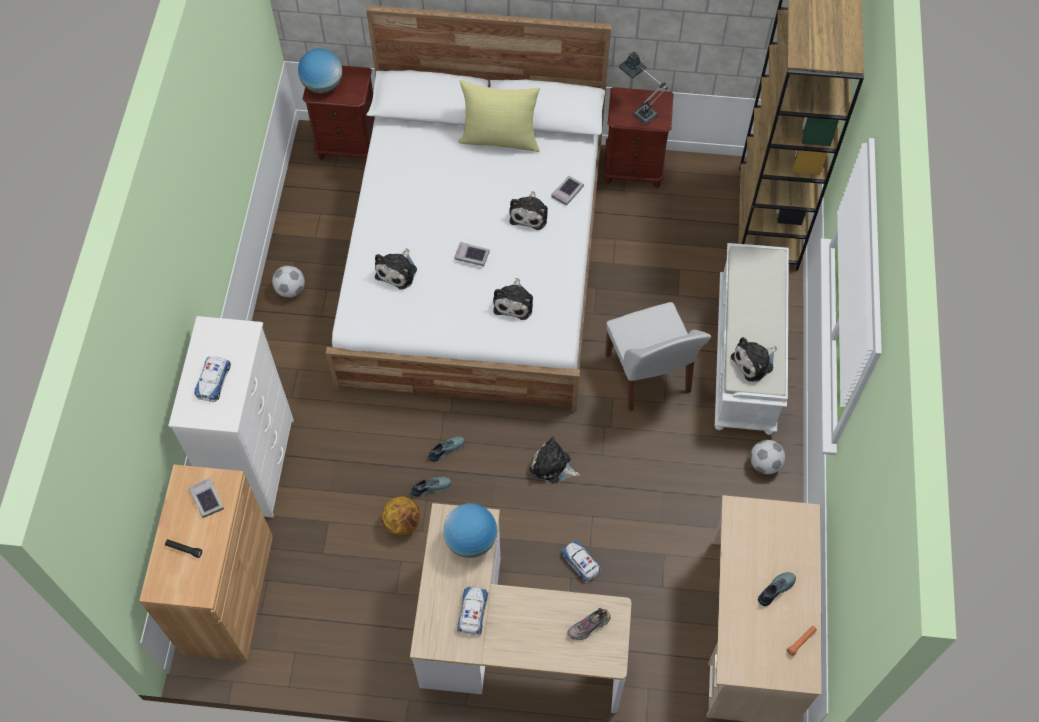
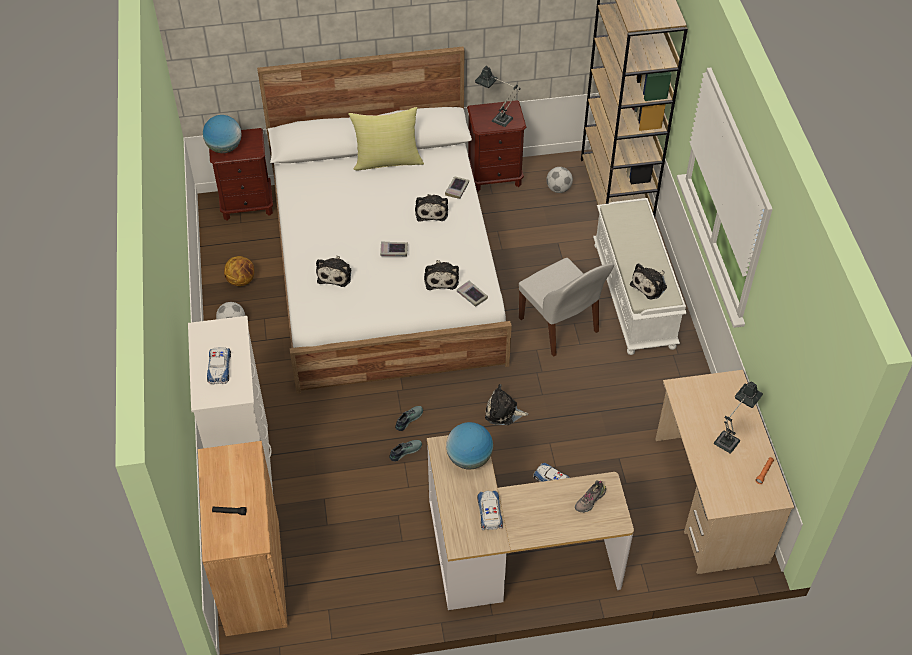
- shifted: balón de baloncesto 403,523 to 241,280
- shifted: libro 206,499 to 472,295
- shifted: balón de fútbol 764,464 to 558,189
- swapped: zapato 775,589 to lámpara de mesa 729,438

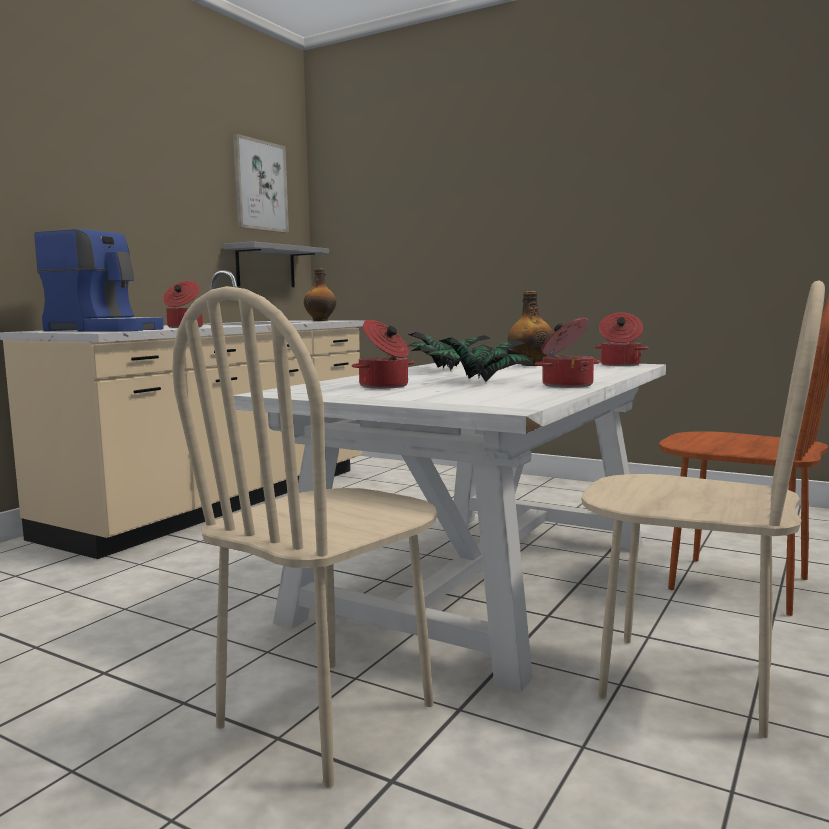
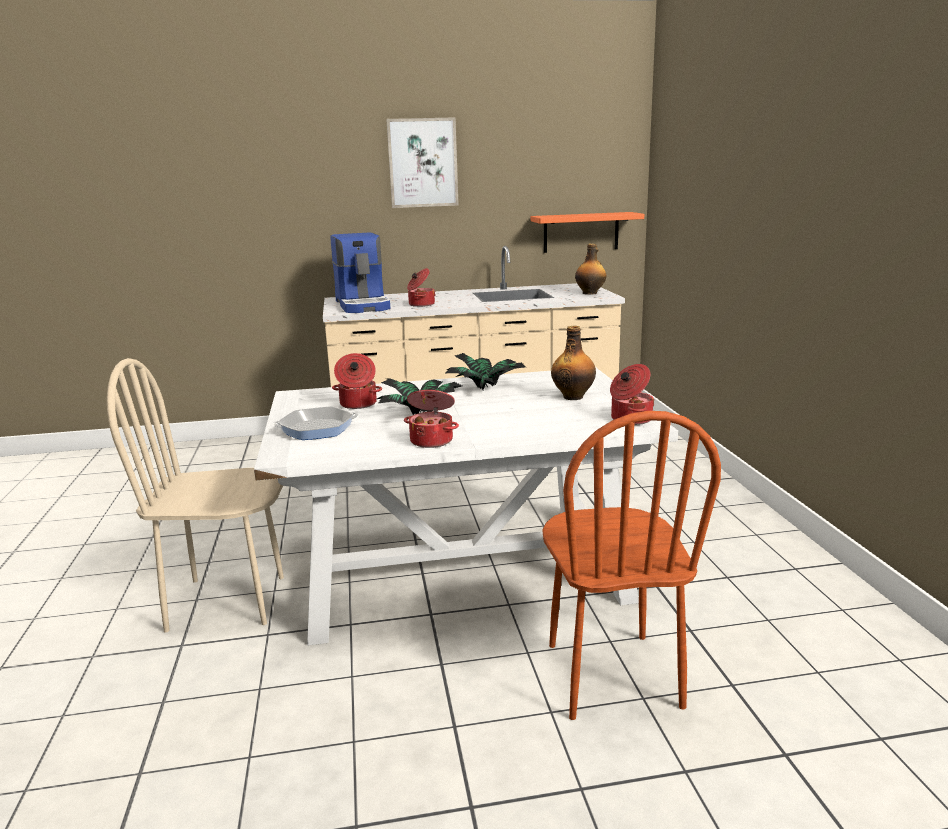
- new: sartén 317,429
- shifted: cuadro 260,186 to 423,163
- repainted: estante [gris] 265,267 to estante [naranja] 581,232
- gone: silla [beis] 687,682

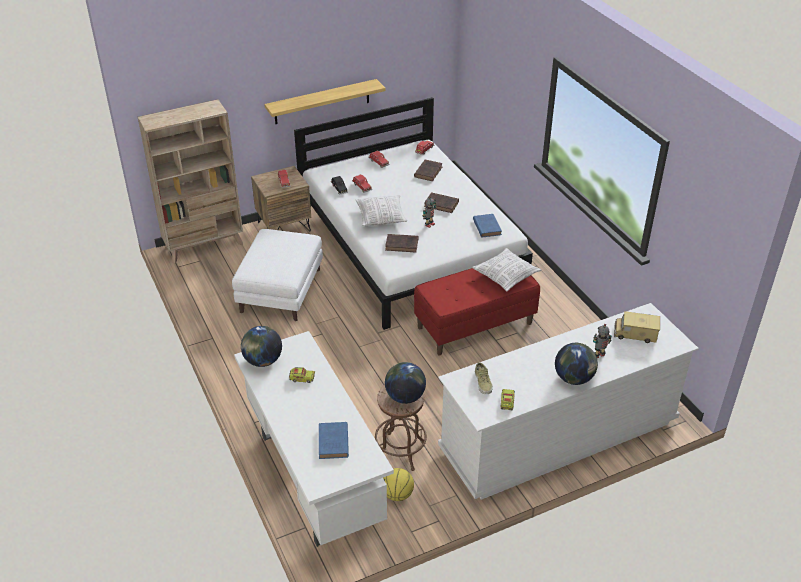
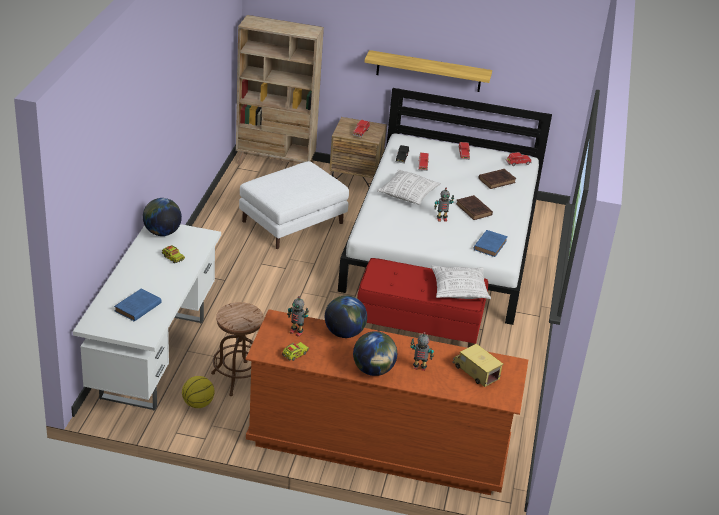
- repainted: cómoda [blanco] 558,436 to cómoda [marrón] 379,444
- swapped: zapato [beis] 483,382 to robot de juguete 296,332
- shifted: globo terráqueo 405,396 to 344,333
- gone: libro [marrón] 402,245

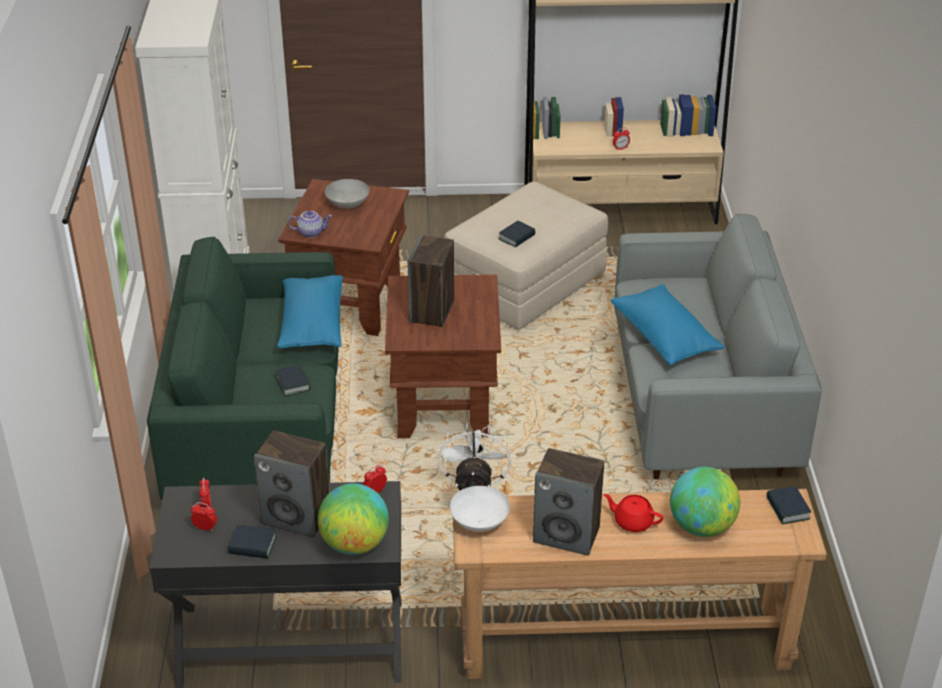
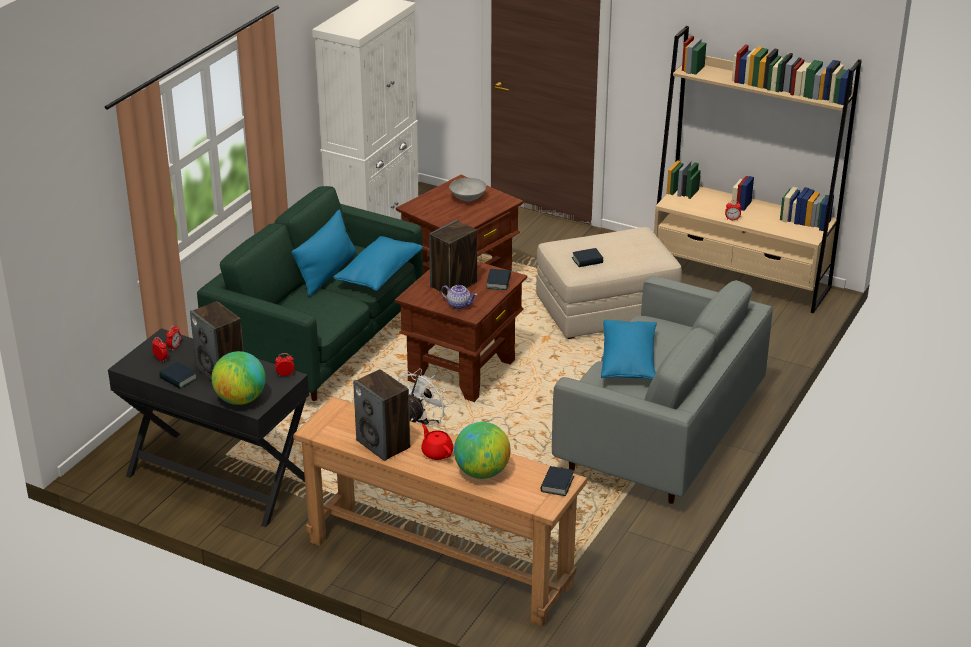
- new: cojín [azul] 327,273
- shifted: tetera 311,232 to 459,305
- shifted: libro 293,383 to 498,282
- gone: cuenco [blanco] 479,522

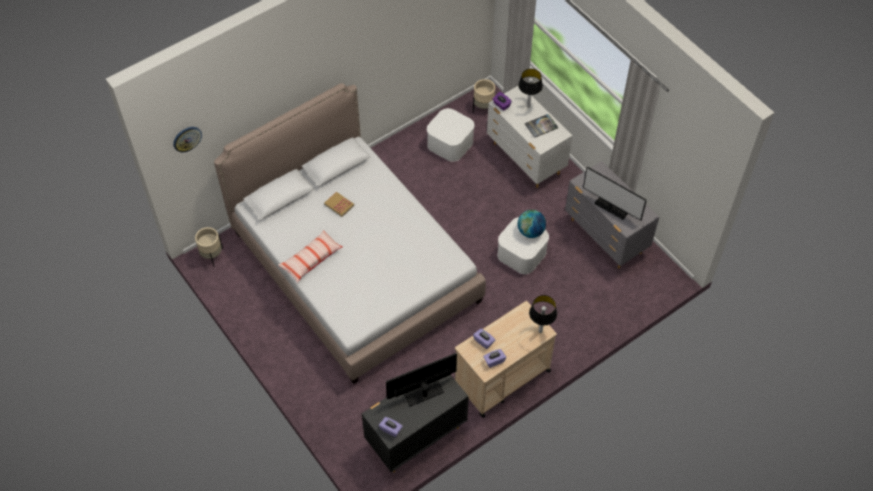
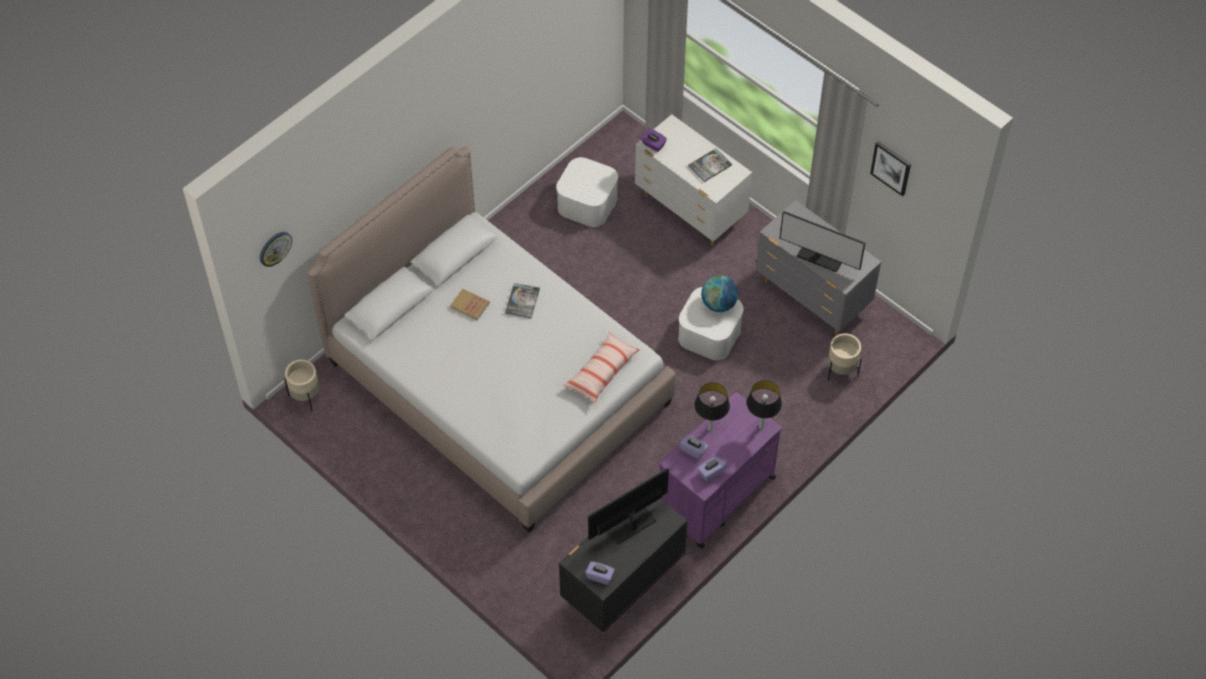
- new: libro 522,301
- shifted: cojín 311,259 to 601,372
- repainted: carrito [beis] 501,378 to carrito [morado] 715,496
- shifted: lámpara de mesa 528,106 to 710,429
- shifted: maceta [beis] 483,108 to 841,370
- new: cuadro 891,167

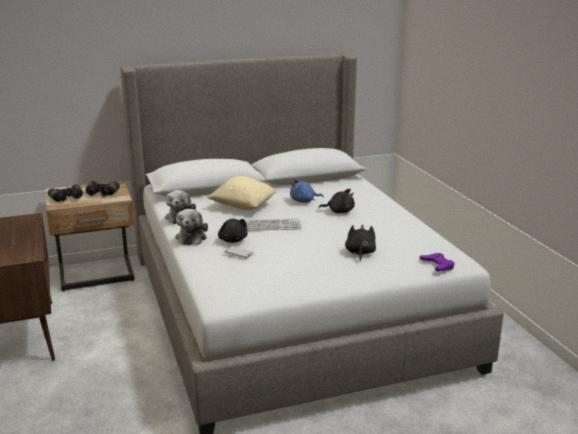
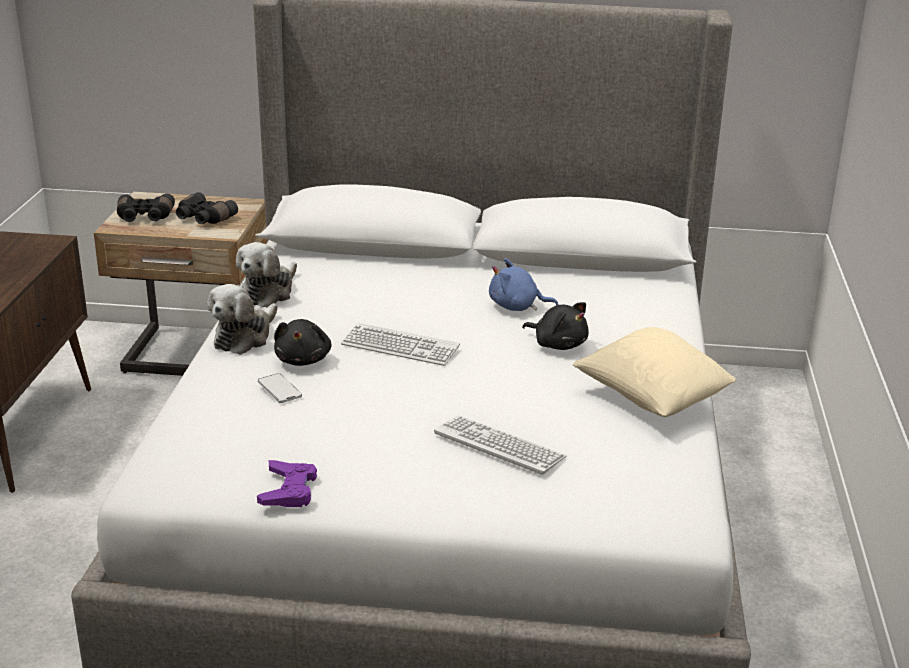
- shifted: mando de consola [morado] 437,265 to 288,490
- swapped: peluche [negro] 360,253 to teclado 499,446
- shifted: cojín [beis] 243,206 to 651,399

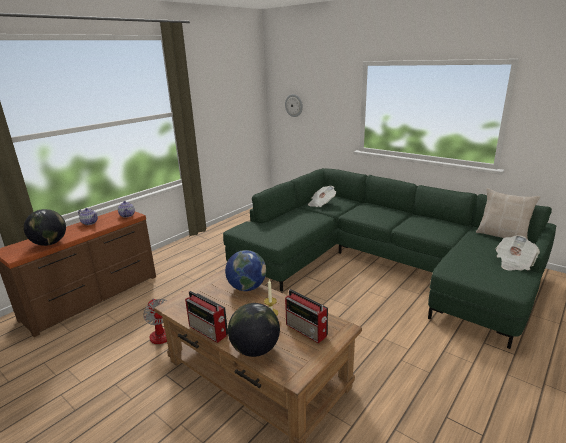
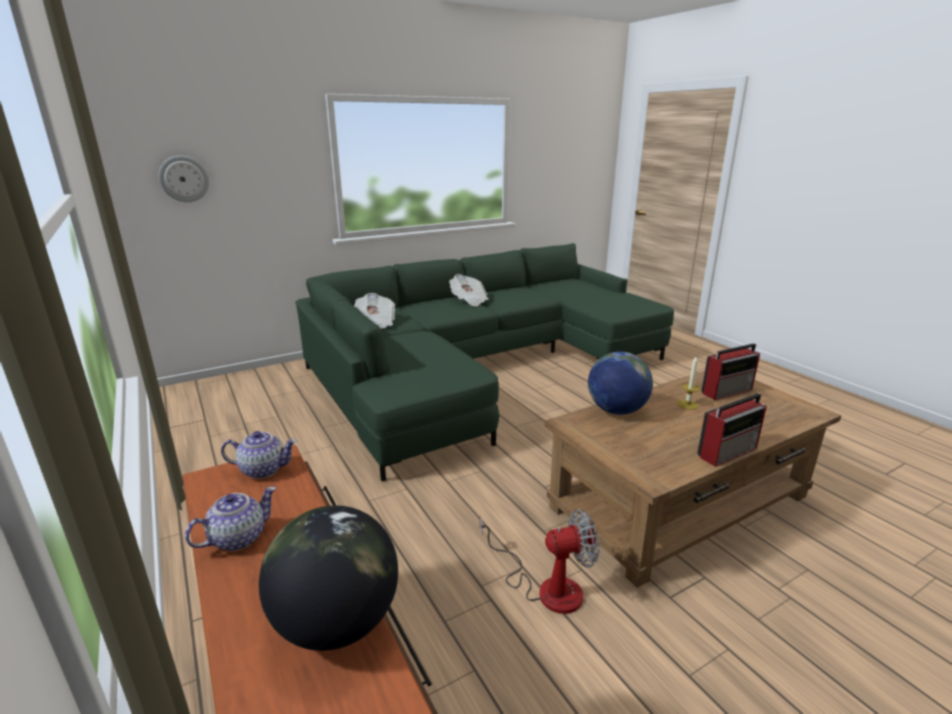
- shifted: periódico 513,263 to 469,300
- gone: globo terráqueo 255,349
- gone: cojín [beis] 502,235

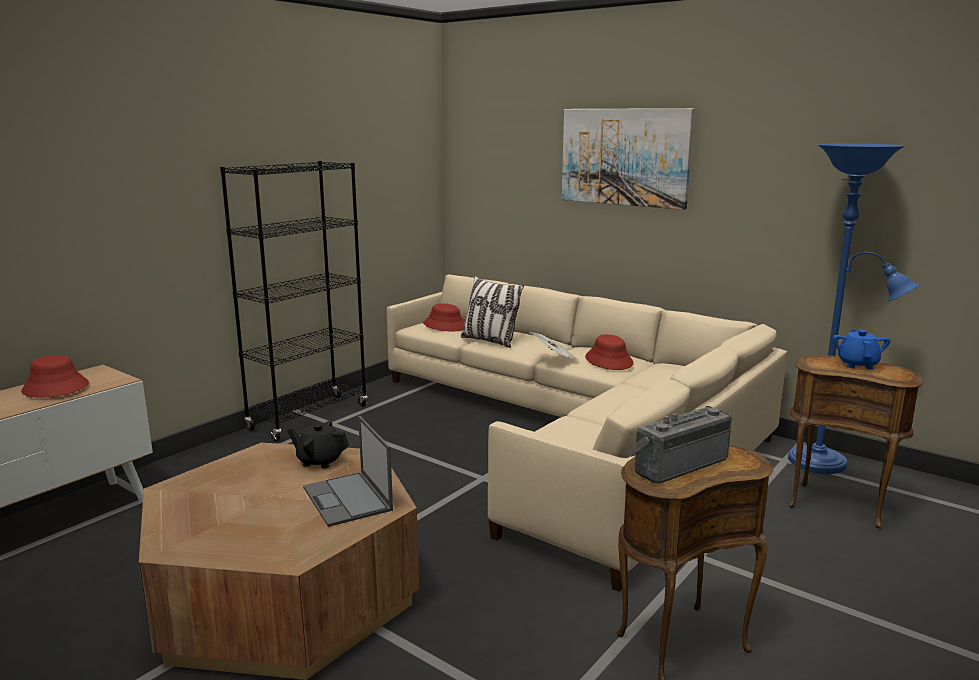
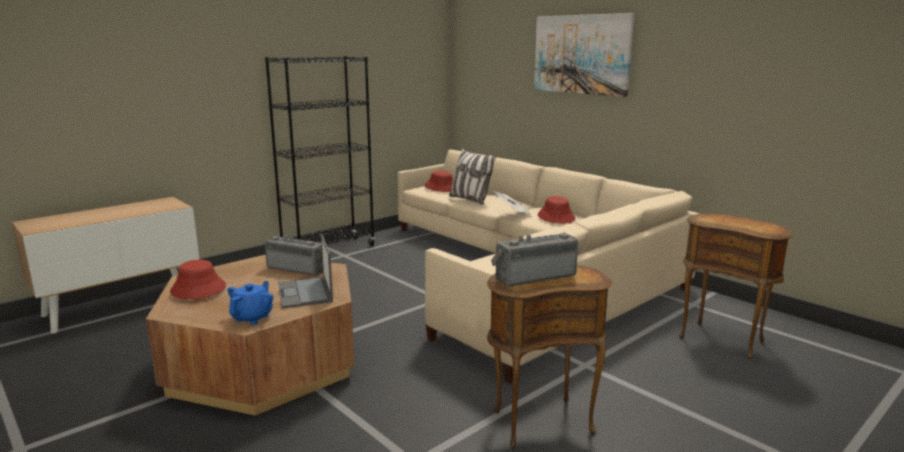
- shifted: sombrero [rojo] 55,388 to 198,289
- shifted: tetera [azul] 857,364 to 252,317
- swapped: tetera [negro] 319,461 to radio 298,268
- gone: lámpara de pie [azul] 825,464

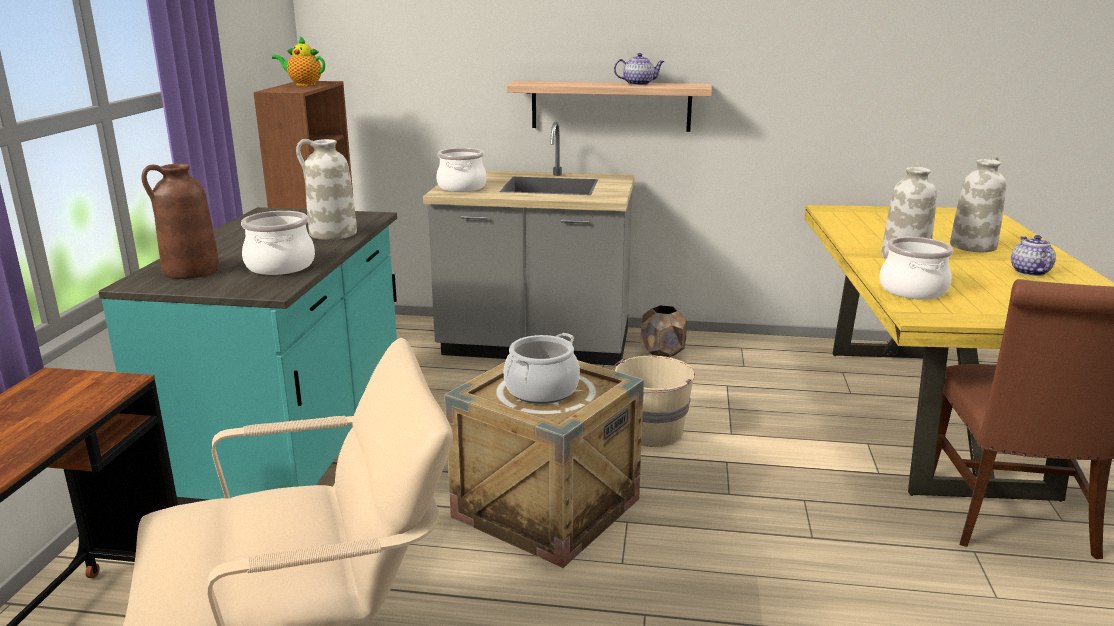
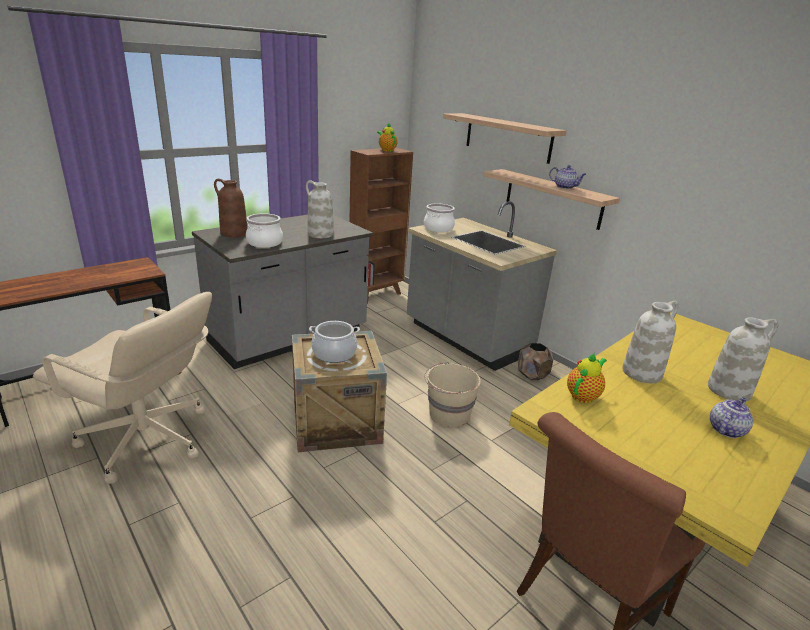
- repainted: mueble bajo de cocina [turquesa] 294,448 to mueble bajo de cocina [gris] 289,337
- new: estante 507,137
- swapped: olla 913,290 to tetera 583,395

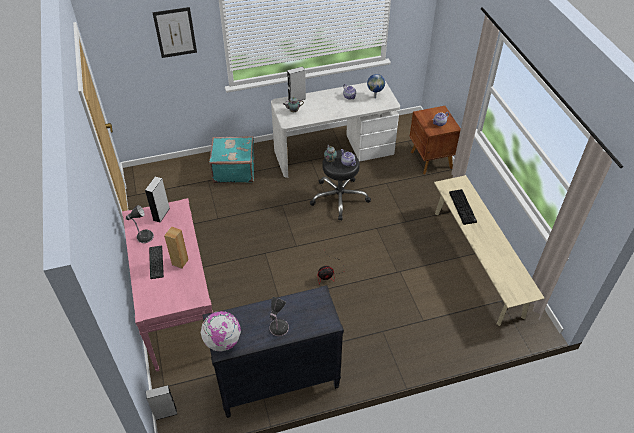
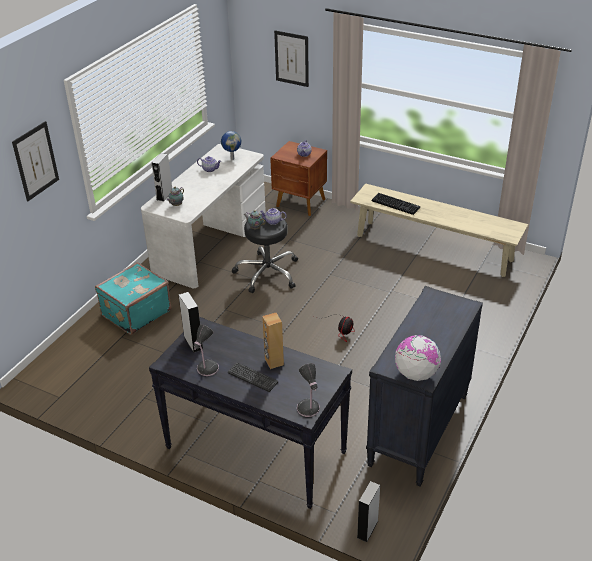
- repainted: mesa consola [rosa] 178,309 to mesa consola [negro] 255,450
- new: cuadro 291,58
- shifted: lámpara de mesa 278,329 to 308,409

